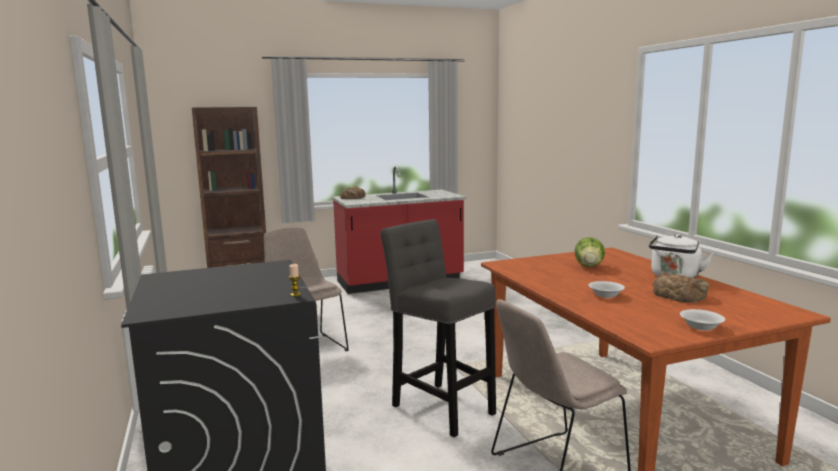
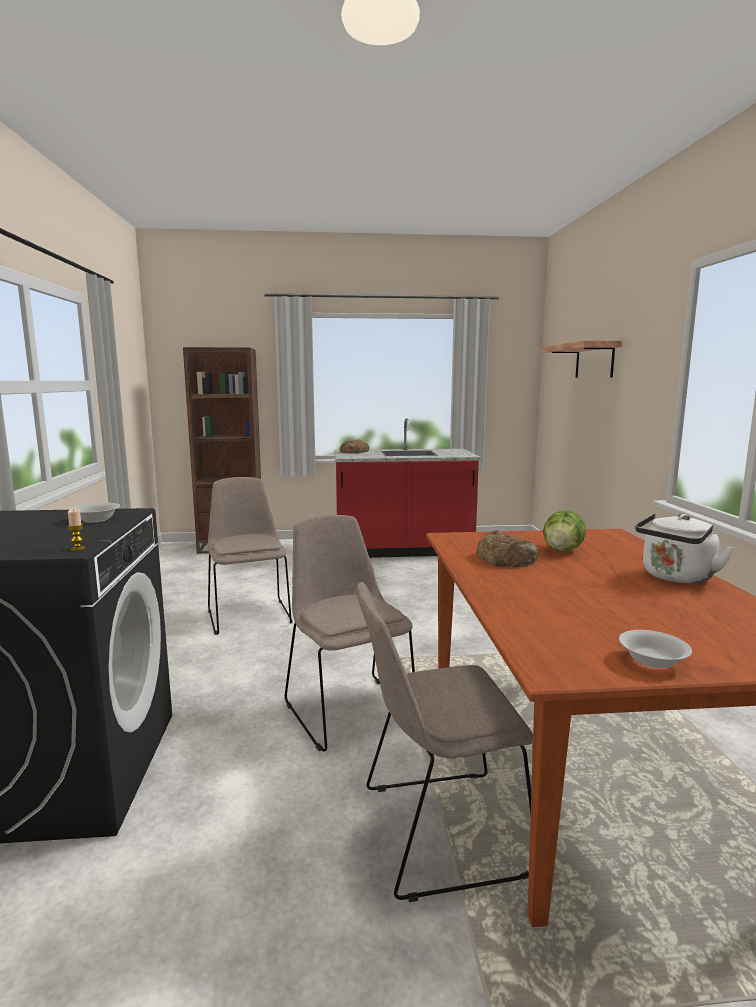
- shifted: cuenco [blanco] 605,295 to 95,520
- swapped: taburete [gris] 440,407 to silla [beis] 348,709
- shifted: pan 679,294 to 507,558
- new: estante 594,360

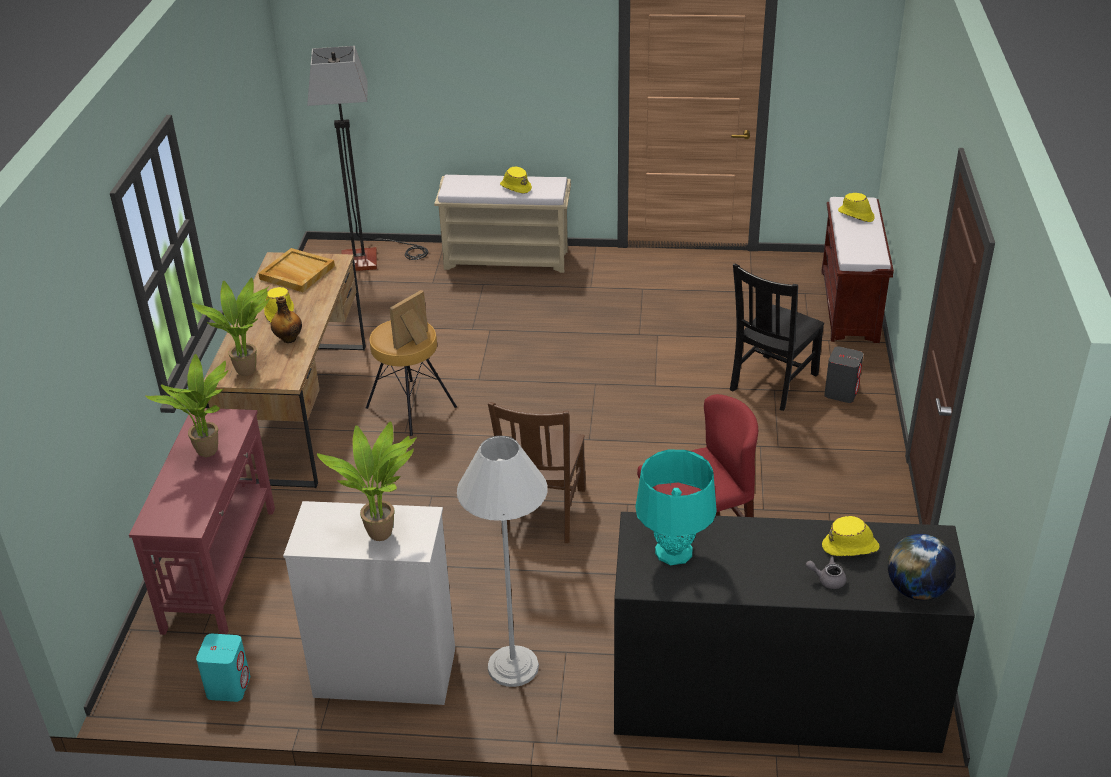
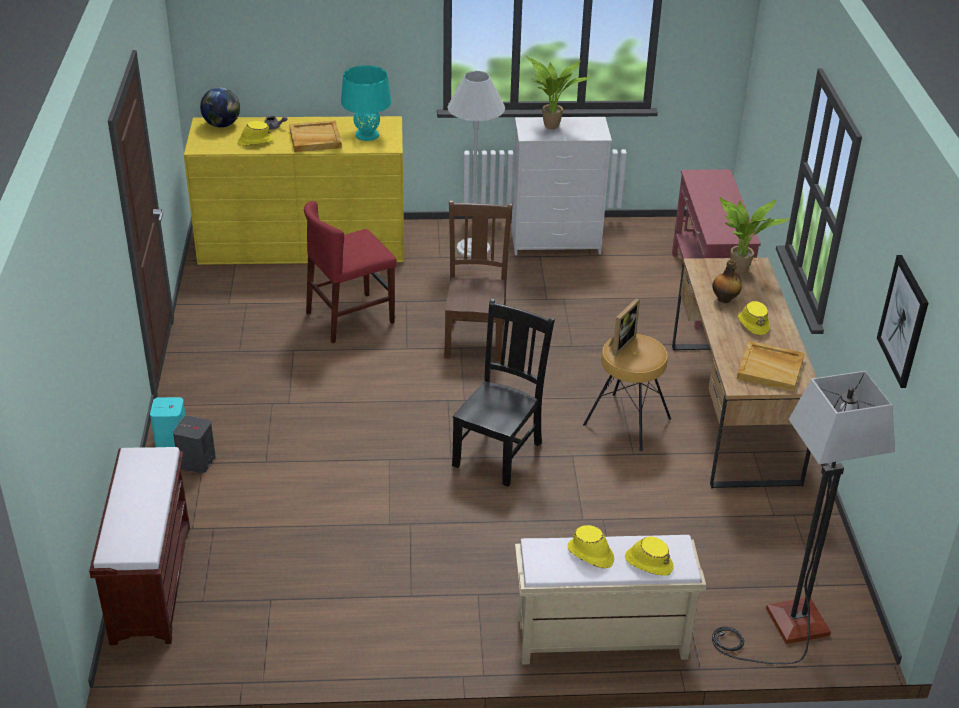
- shifted: altavoz [turquesa] 228,686 to 172,442
- repainted: cómoda [negro] 773,696 to cómoda [amarillo] 303,243
- new: bandeja [beis] 315,139
- shifted: silla [negro] 772,383 to 499,452
- shifted: sombrero [amarillo] 856,215 to 648,562
- new: cuadro 903,321
- gone: planta en maceta 210,453

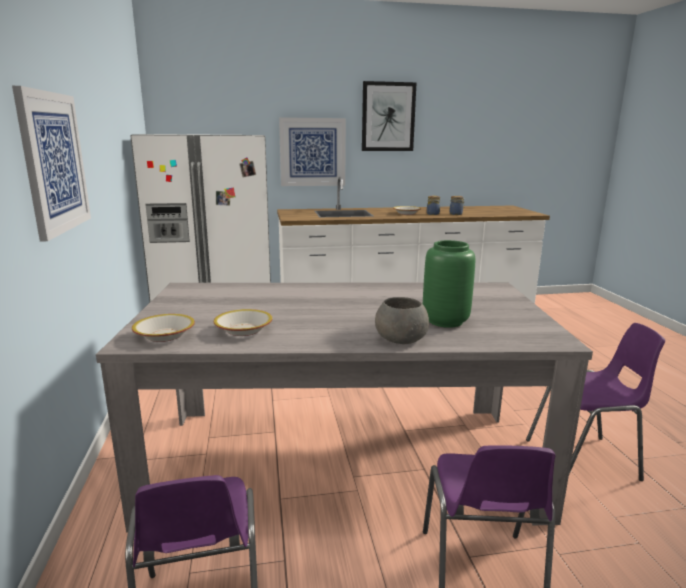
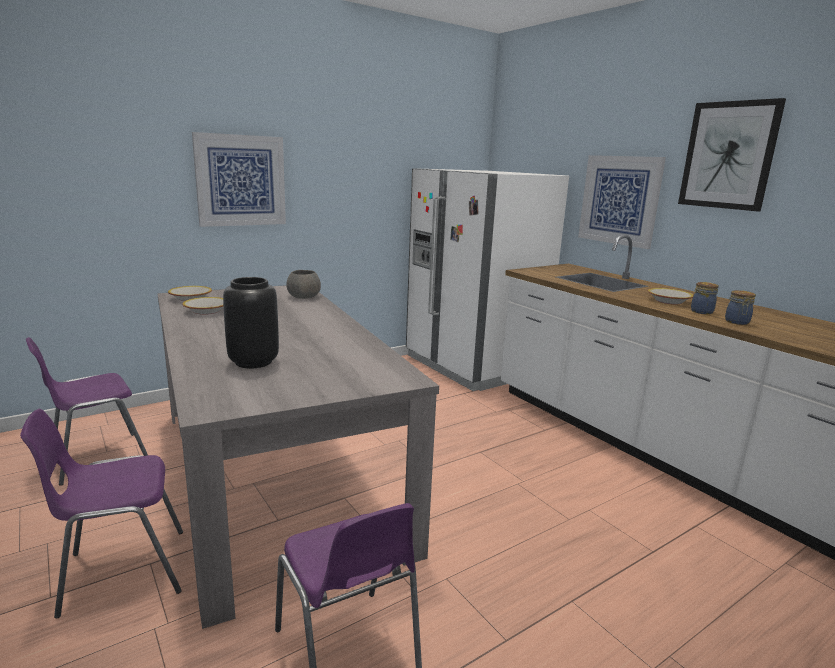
- repainted: florero [verde] 446,321 to florero [negro] 253,362
- shifted: cuenco [gris] 402,339 to 303,297

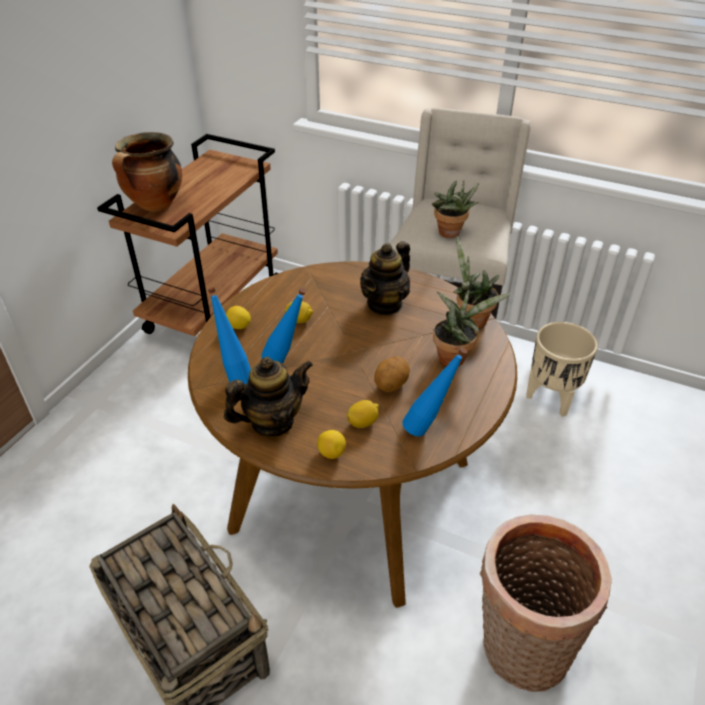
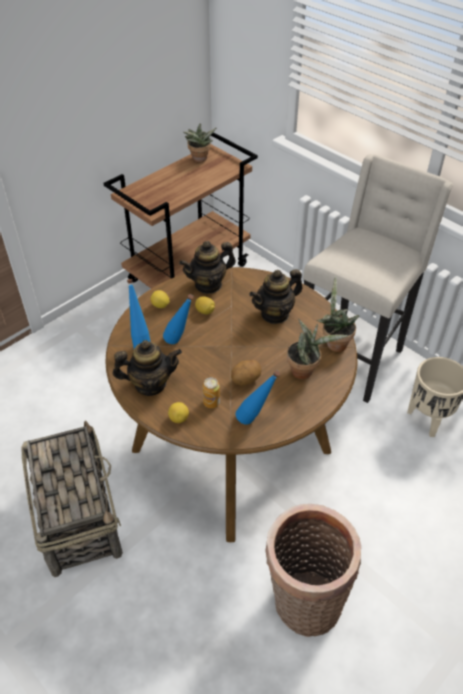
- new: tetera 208,285
- shifted: planta en maceta 450,234 to 199,160
- swapped: limón 363,422 to lata 211,402
- gone: olla 155,205

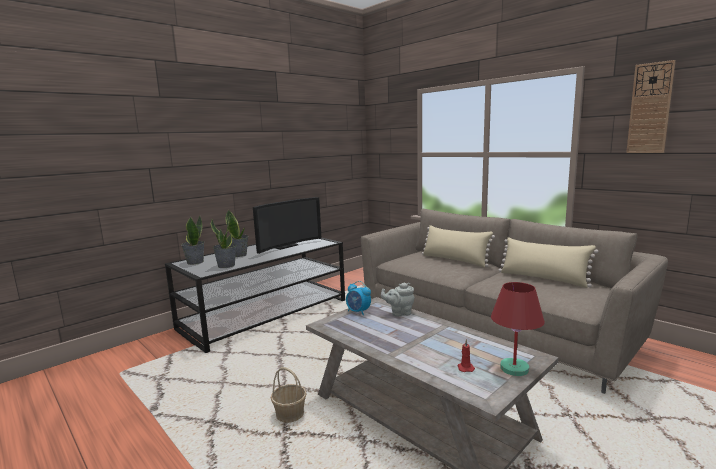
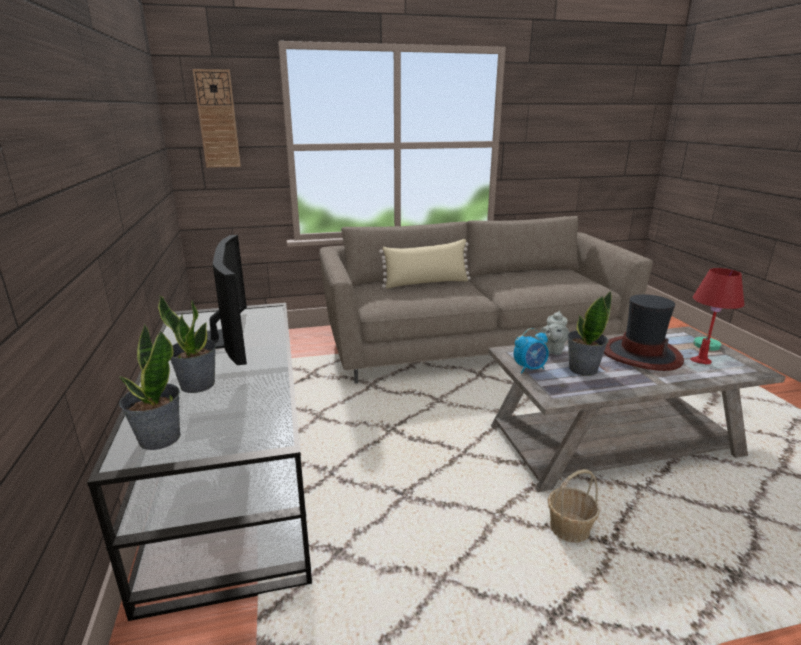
- shifted: reloj de pared 650,108 to 217,119
- shifted: planta en maceta 226,265 to 582,369
- new: sombrero 641,354
- gone: cojín [beis] 543,278

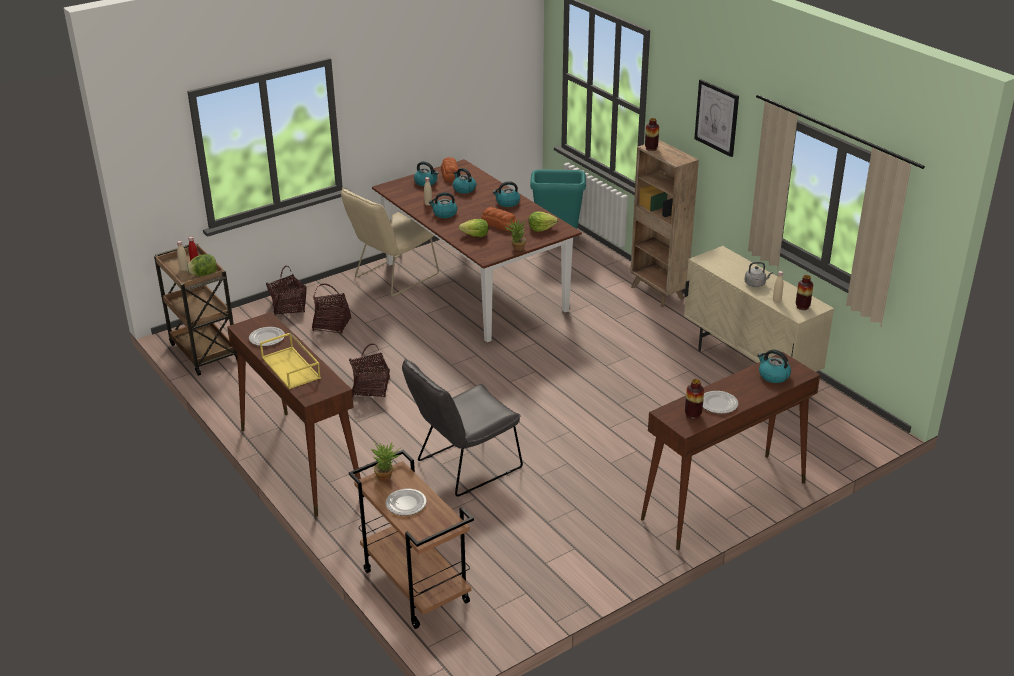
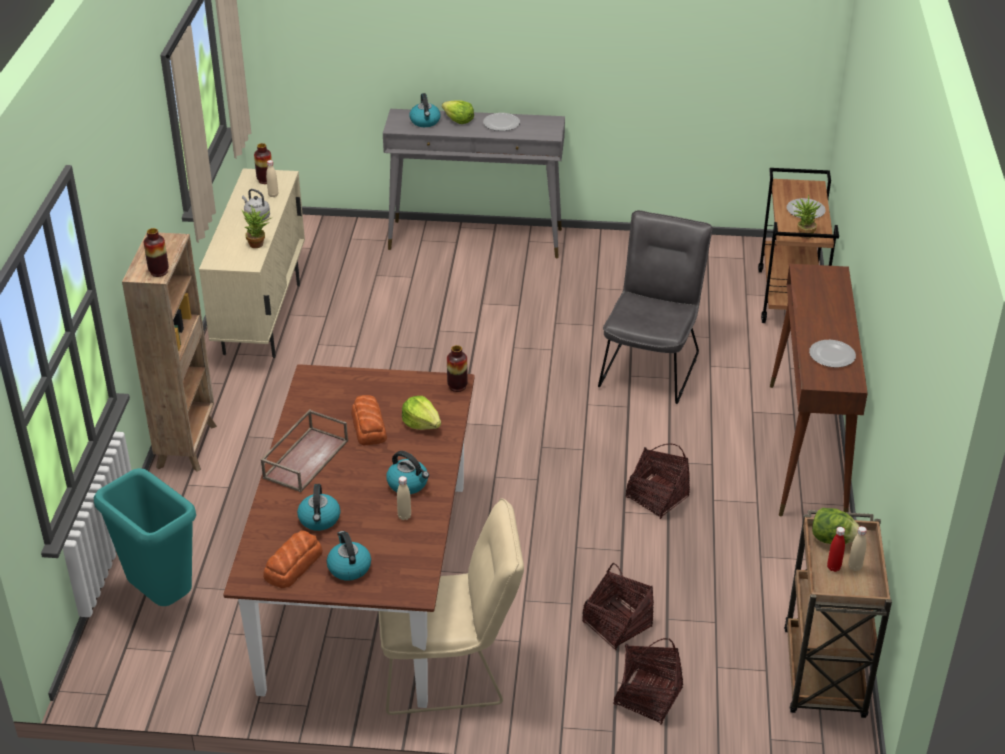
- shifted: planta en maceta 516,248 to 259,245
- swapped: hervidor 507,203 to bandeja [marrón] 305,458
- repainted: mesa consola [marrón] 723,501 to mesa consola [gris] 476,239
- shifted: lechuga 541,228 to 458,120
- shifted: florero 693,415 to 457,386
- rotated: silla [gris] 463,467 = 651,365 75 degrees counterclockwise
- gone: bandeja [amarillo] 291,368
- gone: cuadro 717,117

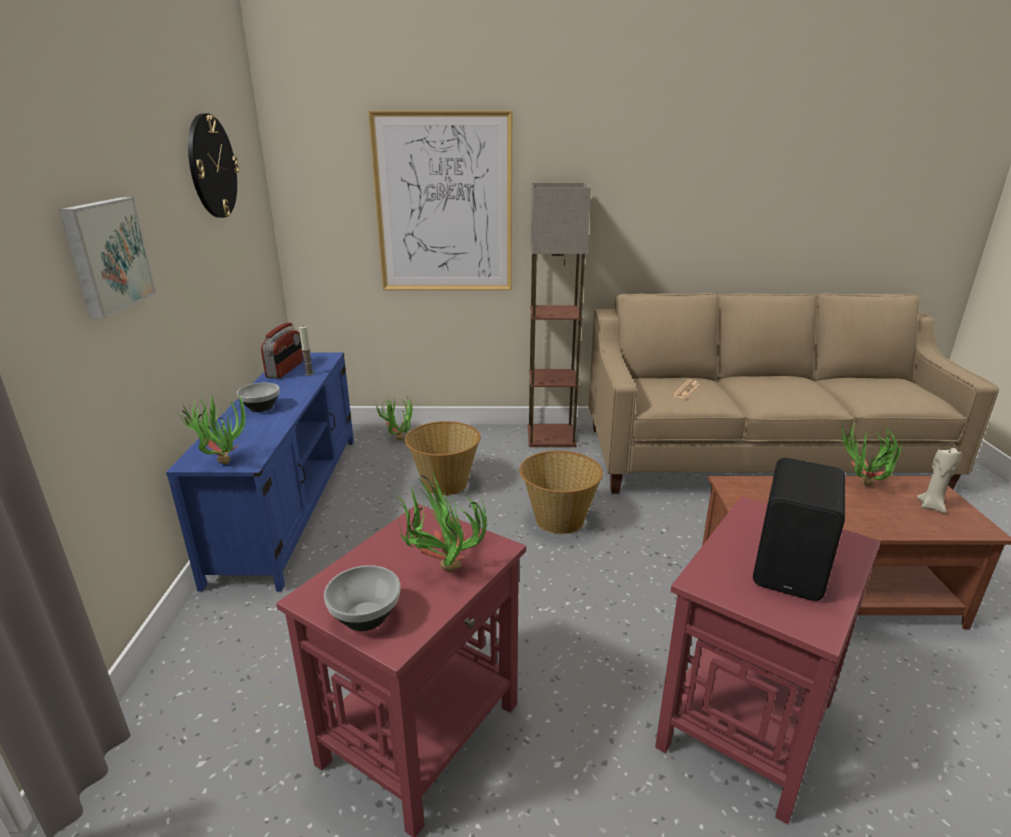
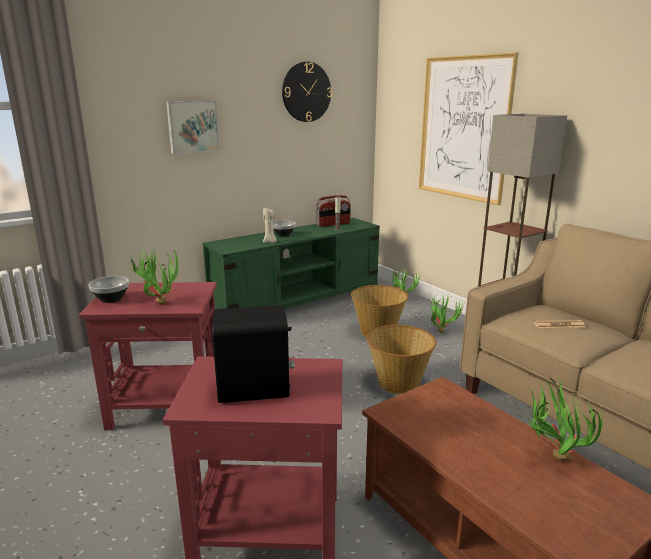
- repainted: mueble de televisión [azul] 291,501 to mueble de televisión [verde] 298,302
- shifted: vela [beis] 931,506 to 270,242
- shifted: planta en maceta 223,460 to 441,331

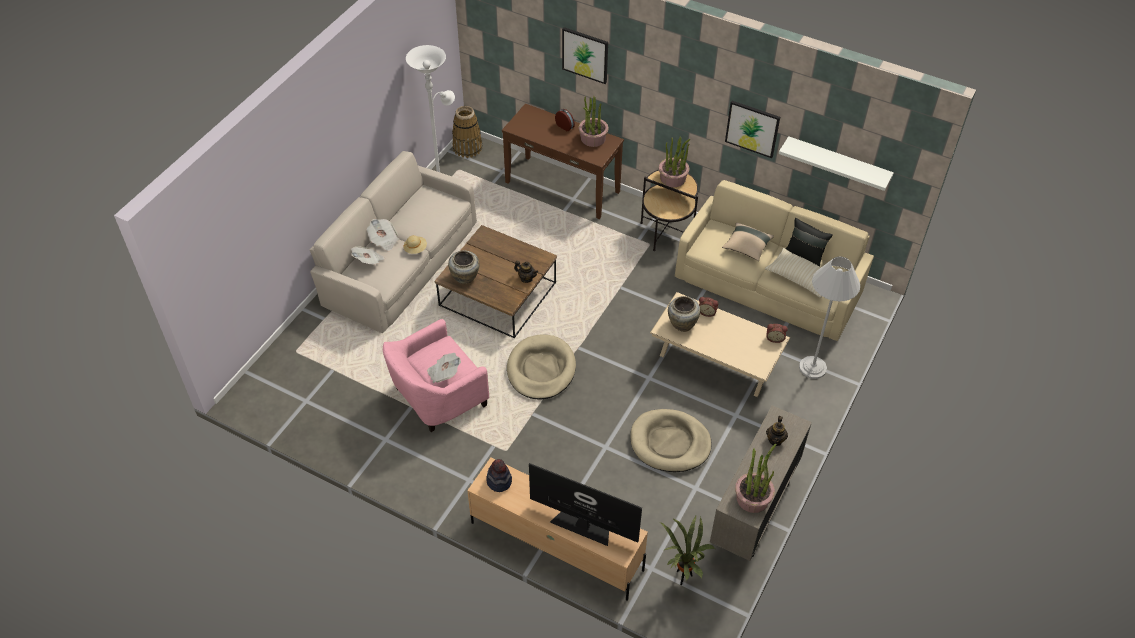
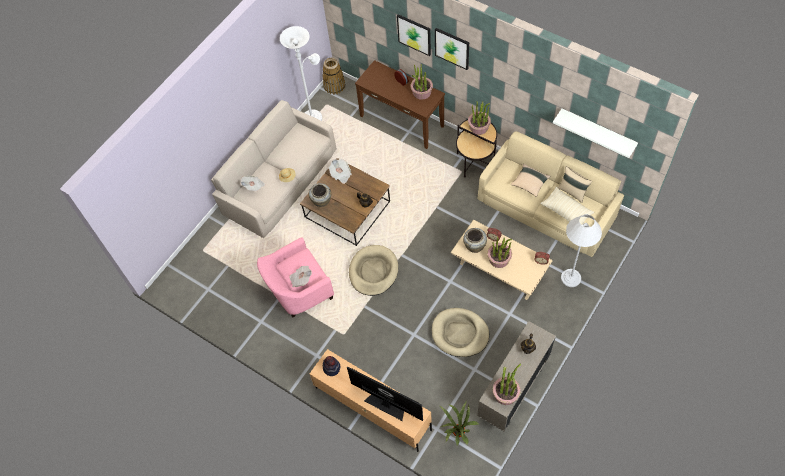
- shifted: periódico 384,240 to 341,174
- shifted: cuadro 752,128 to 452,48
- new: planta en maceta 499,259
- repainted: cojín [negro] 804,255 to cojín [beis] 572,192

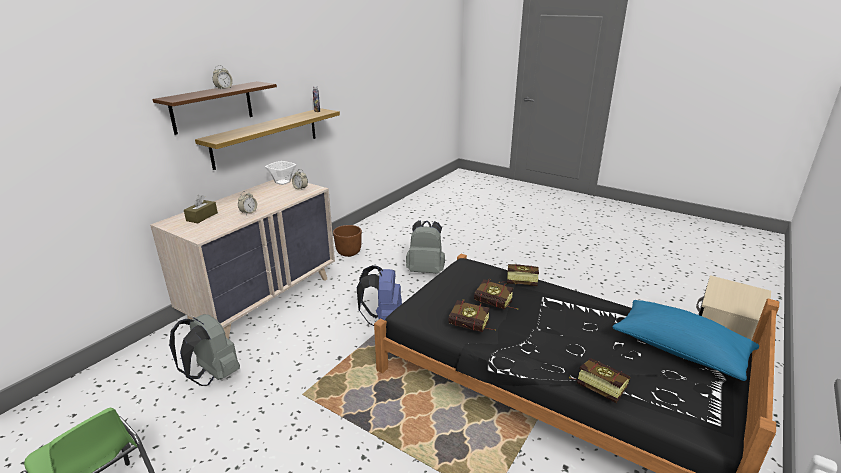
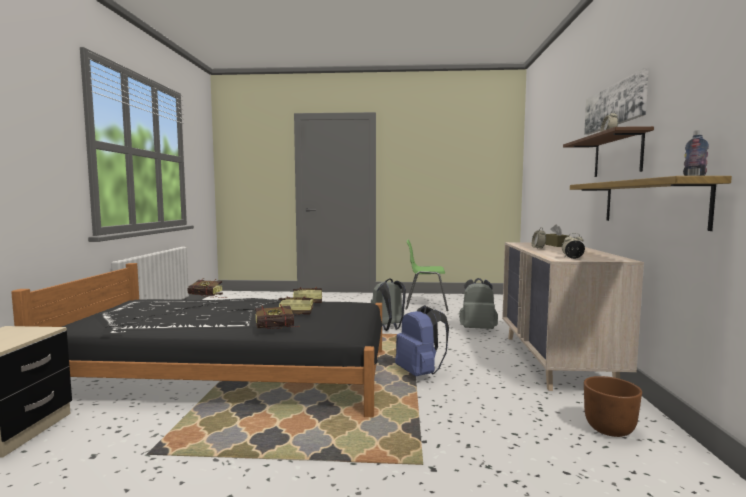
- shifted: mochila [gris] 426,270 to 388,328
- new: cuadro 615,106
- gone: cuenco 283,182
- gone: cojín [azul] 679,350

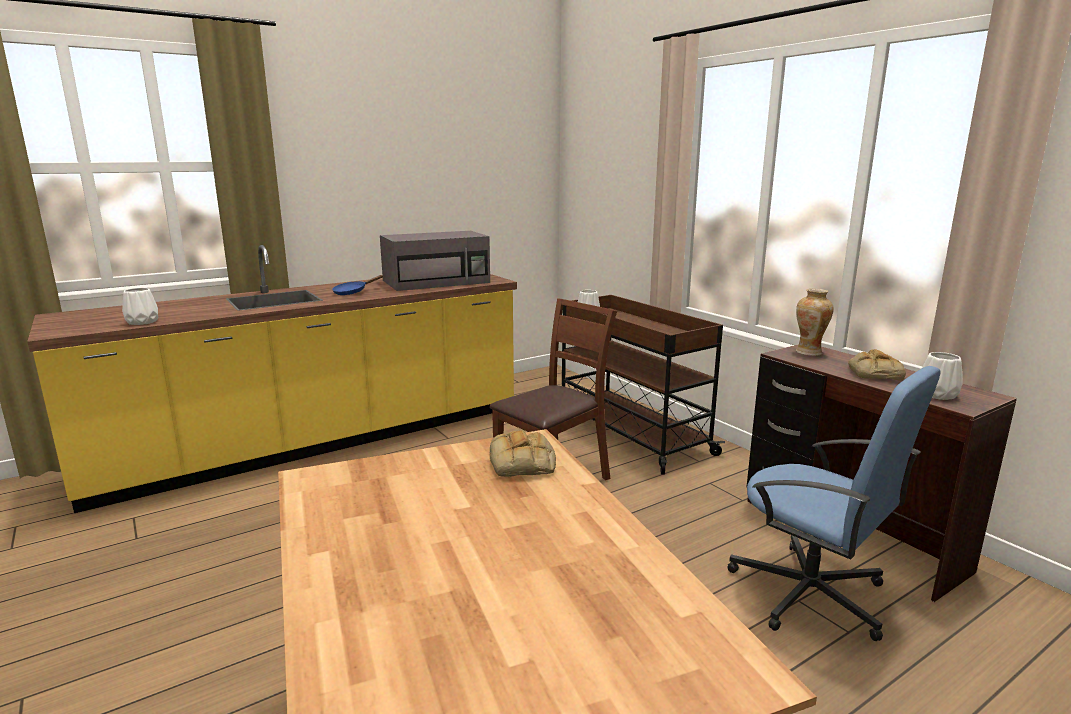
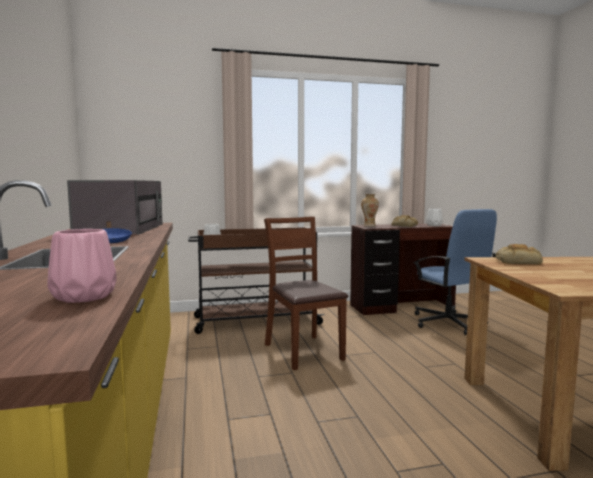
- repainted: florero [blanco] 143,322 to florero [rosa] 83,296
- rotated: silla de oficina [azul] 811,594 = 448,323 90 degrees clockwise

